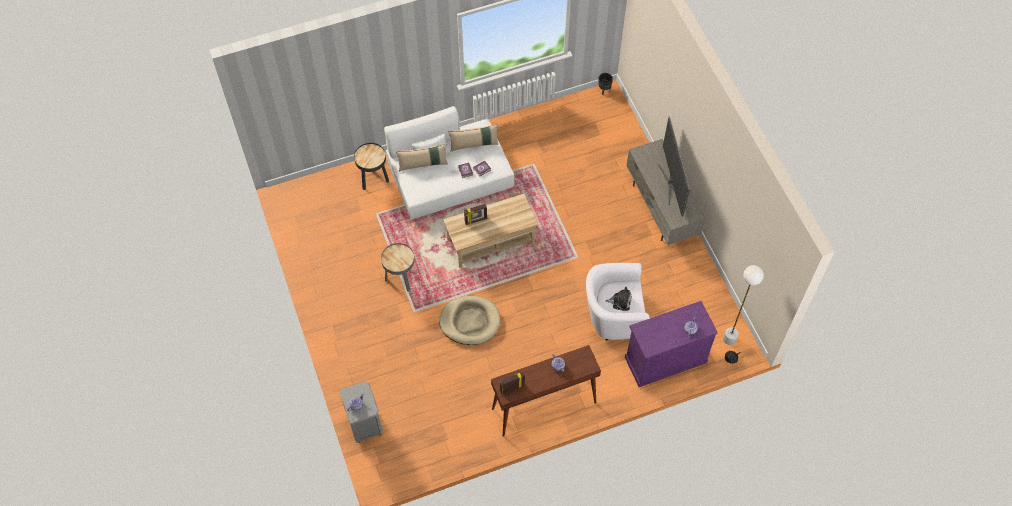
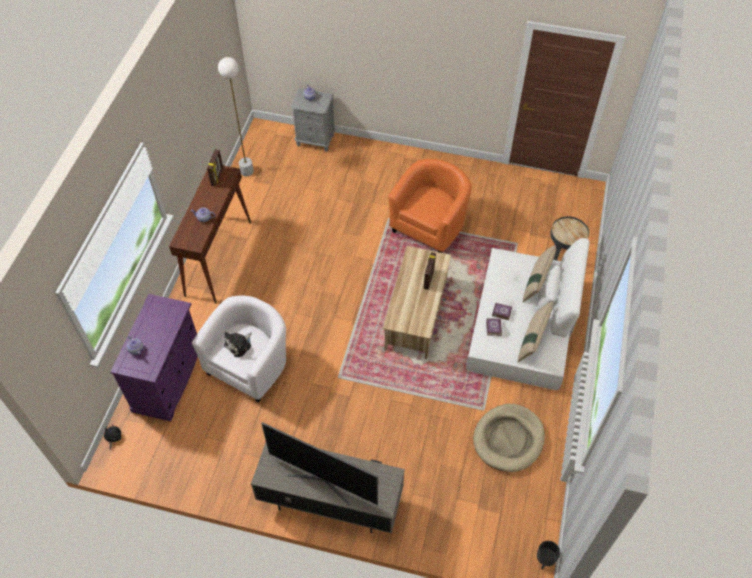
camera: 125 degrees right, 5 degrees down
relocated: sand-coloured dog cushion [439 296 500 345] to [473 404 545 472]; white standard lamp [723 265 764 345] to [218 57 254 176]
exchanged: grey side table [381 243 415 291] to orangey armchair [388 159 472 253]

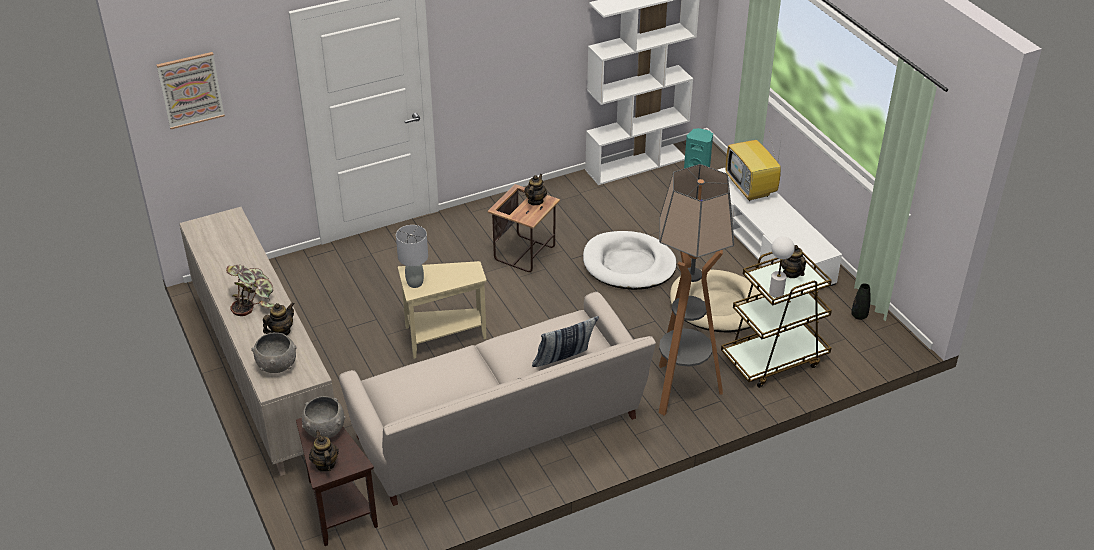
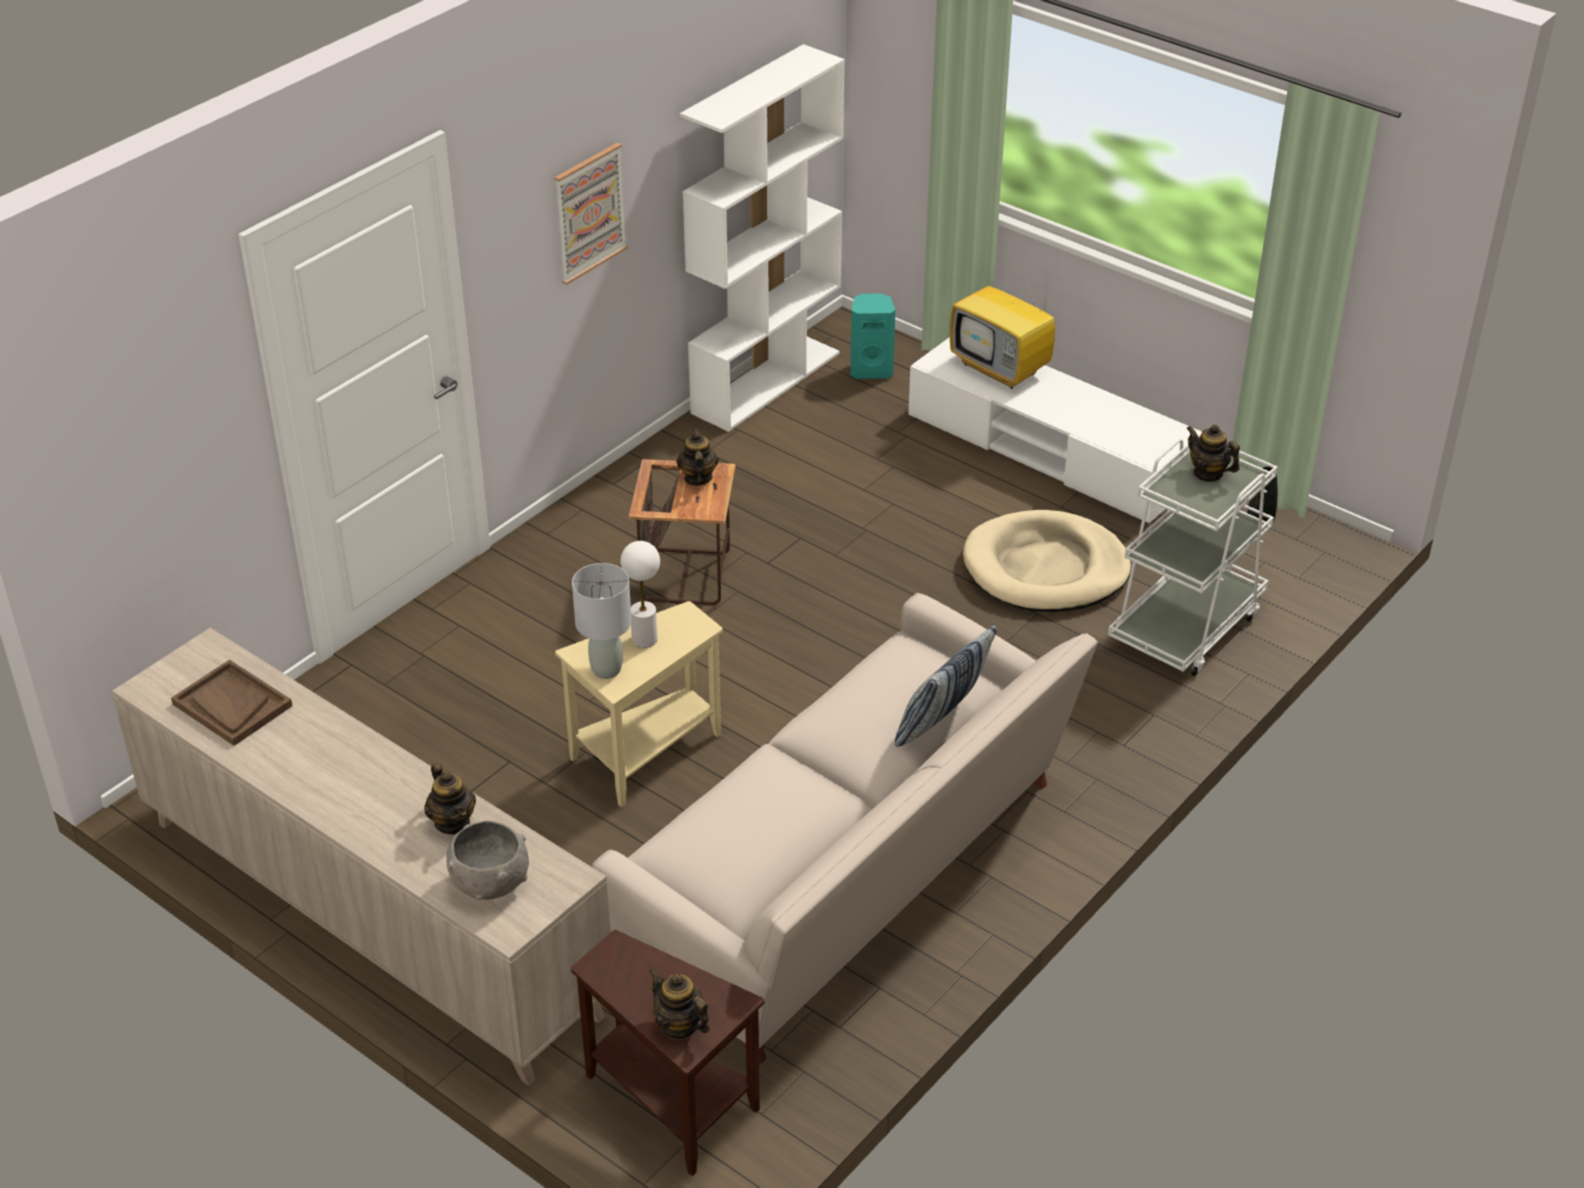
camera: 25 degrees left, 0 degrees up
missing: potted plant [226 265 275 316]; grey bowl [302 396 345 438]; white dog cushion [583 231 677 290]; standard lamp [659 164 734 416]
appeared: brown serving tray [171 660 292 746]
relocated: wall picture [157 52 225 129] to [554 143 627 285]; white tabletop lamp [769 236 795 298] to [621 541 660 648]
colour: brown trolley [721 251 832 388] to white trolley [1108 434 1278 676]
spun: pot for tea [263 302 294 336] = [424 762 476 835] 135 degrees clockwise

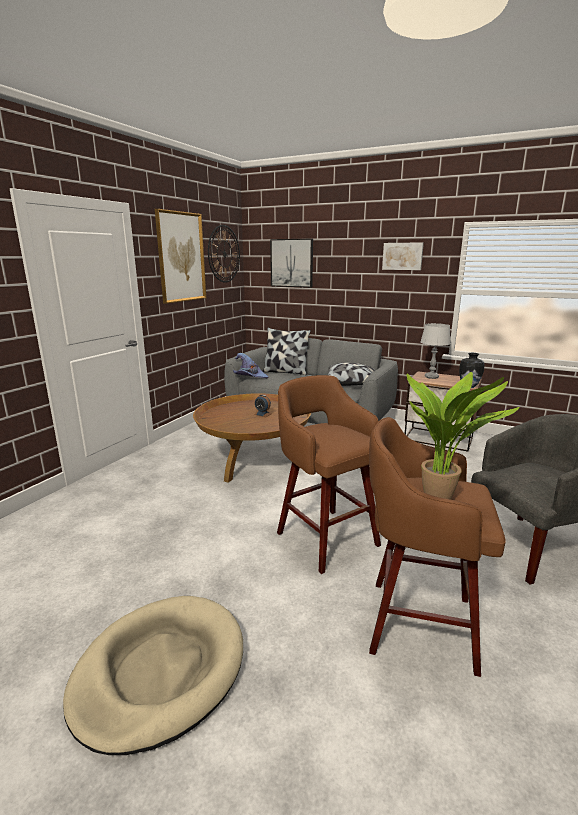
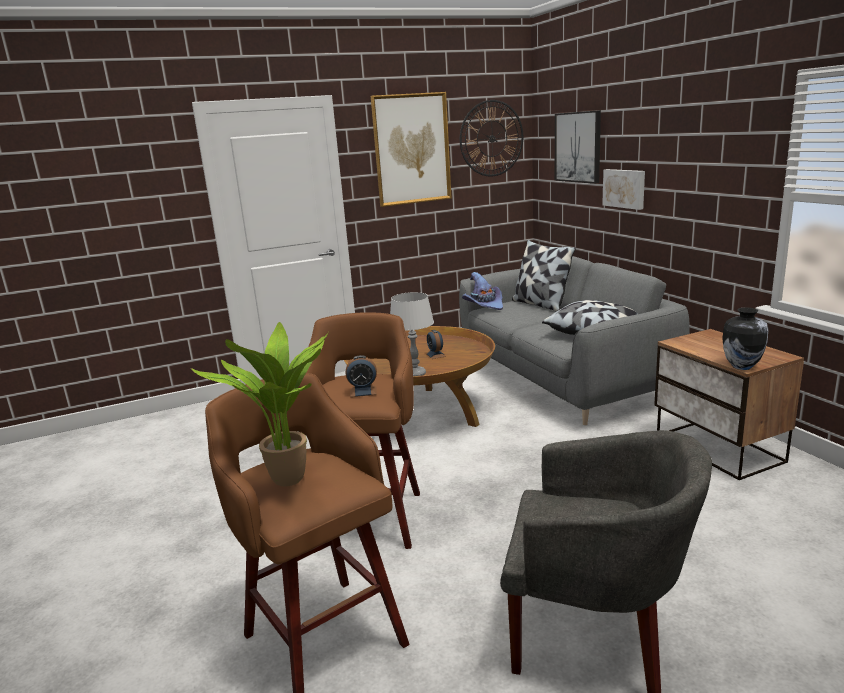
camera: 40 degrees right, 0 degrees up
missing: sand-coloured dog cushion [63 596 243 755]
appeared: bedside clock [346 355 377 397]
relocated: wall picture [382 242 424 270] to [602 169 645 210]; grey tabletop lamp [420 323 451 379] to [390 292 434 376]

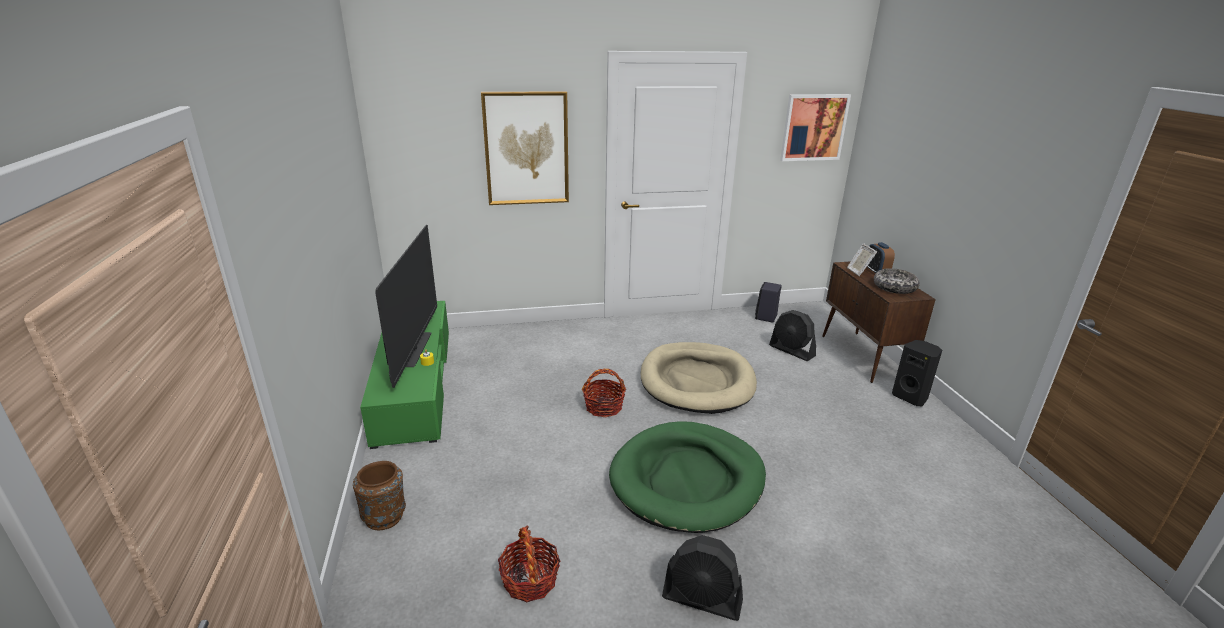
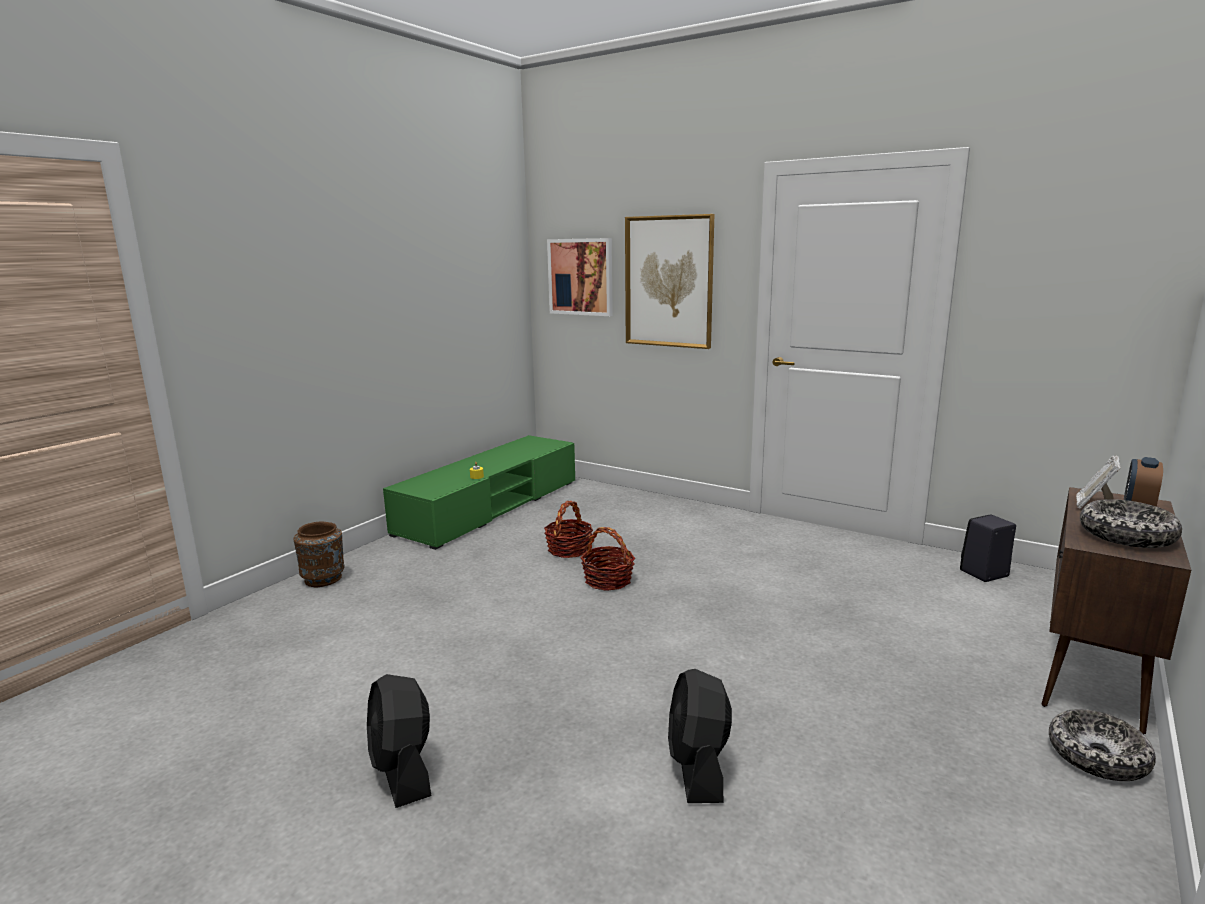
camera: 45 degrees right, 10 degrees down
missing: television [375 225 437 388]; green dog cushion [609 421 766 533]; sand-coloured dog cushion [641 342 757 414]
relocated: household basket [498 525 560 602] to [544 501 593 558]; blackish cooling fan [769 310 816 361] to [668 669 732 803]; wall picture [780 94 851 161] to [547 238 613 316]
exchanged: blackish speaker [892 340 942 406] to bowl [1049 709 1156 781]

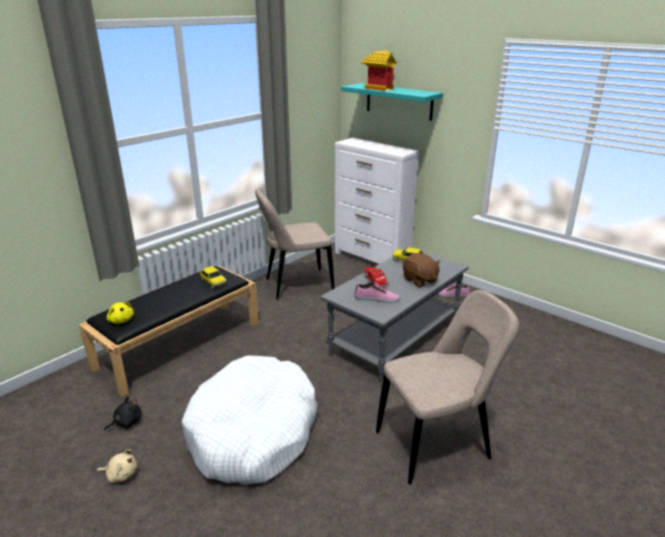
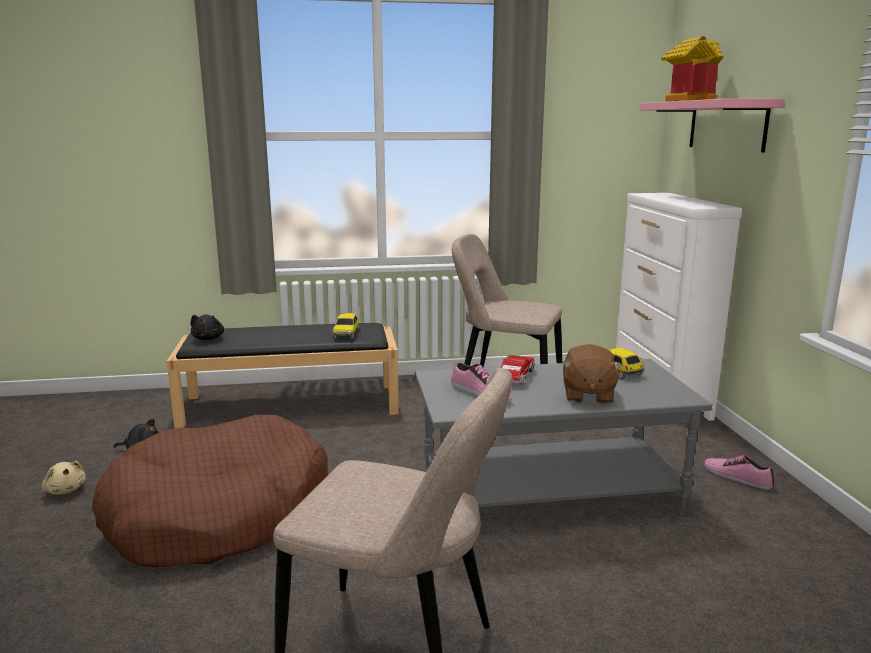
camera: 40 degrees right, 10 degrees down
colour: yellow-coloured plush toy [107 302 134 324] to blackish plush toy [191 315 224 340]; white dog cushion [182 355 317 485] to brown dog cushion [92 415 328 567]; turquoise wall shelf [341 83 443 121] to pink-coloured wall shelf [640 98 784 152]

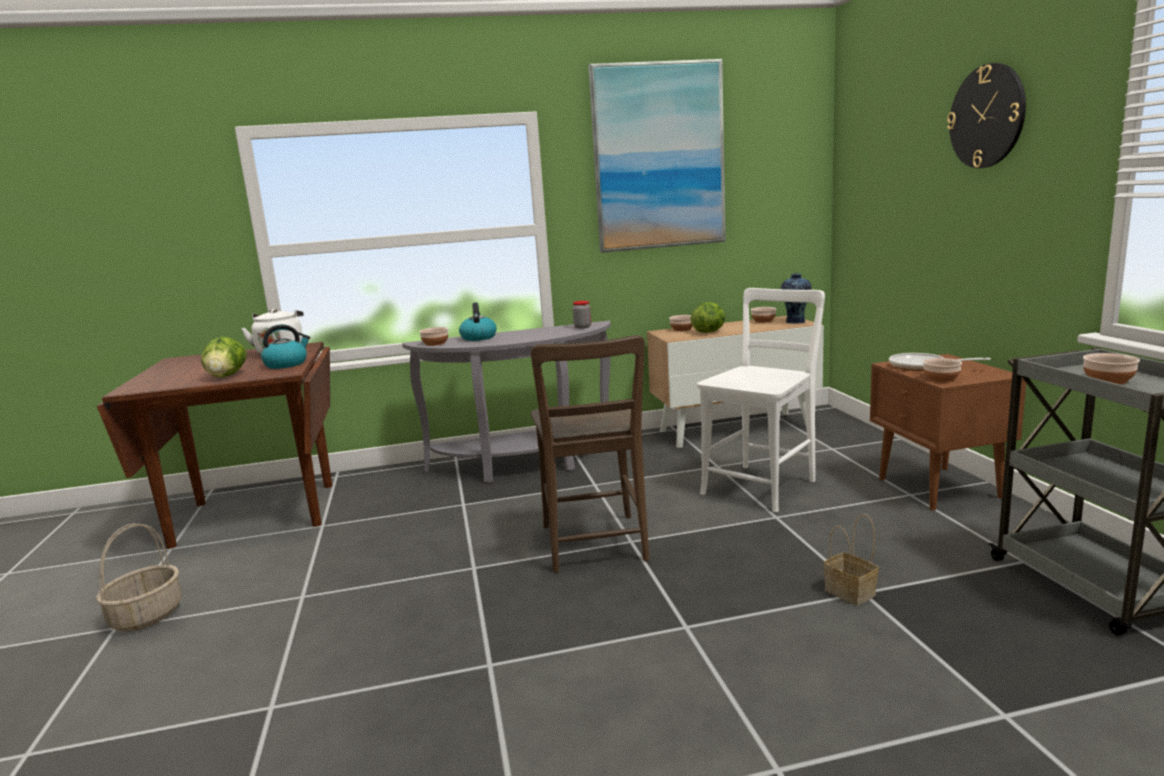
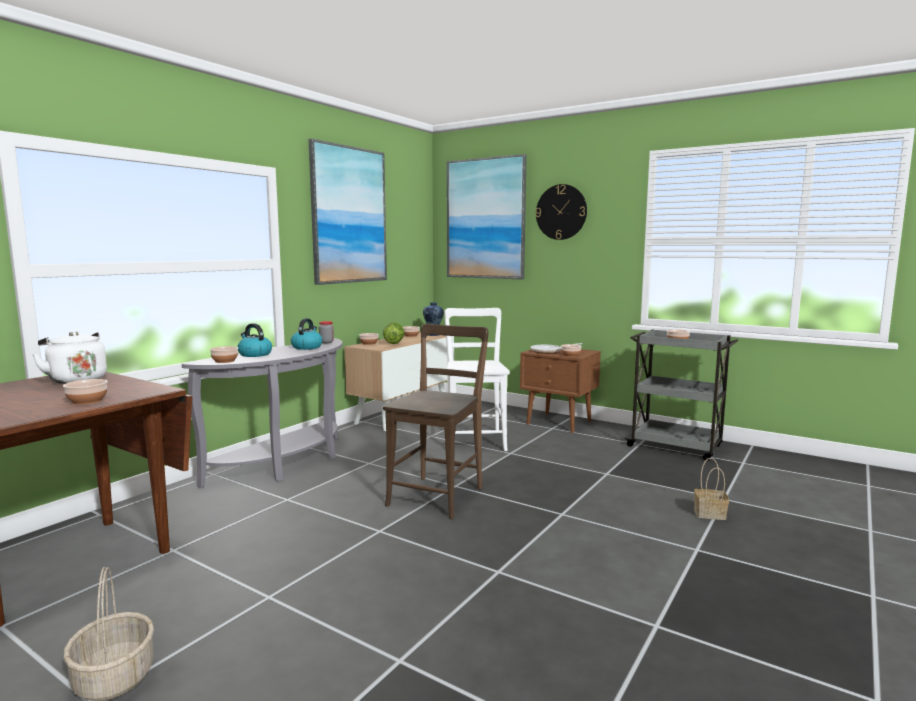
camera: 45 degrees left, 5 degrees down
appeared: wall picture [447 154 527 279]
relocated: tea kettle [261 324 310 369] to [291 318 323 350]; household basket [824 514 879 605] to [694 458 729 520]
exchanged: head of lettuce [201 336 247 378] to bowl [63 379 108 405]
spun: brown plain chair [531 335 649 573] = [383 324 489 519] 105 degrees counterclockwise

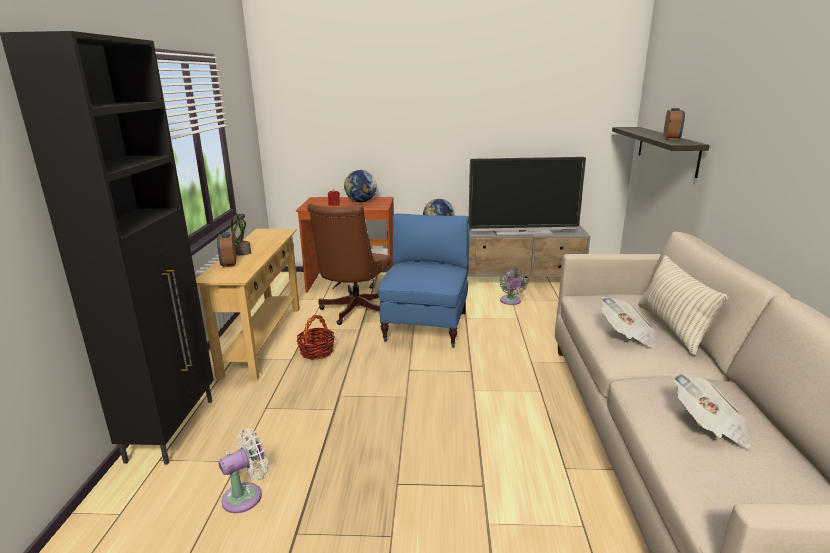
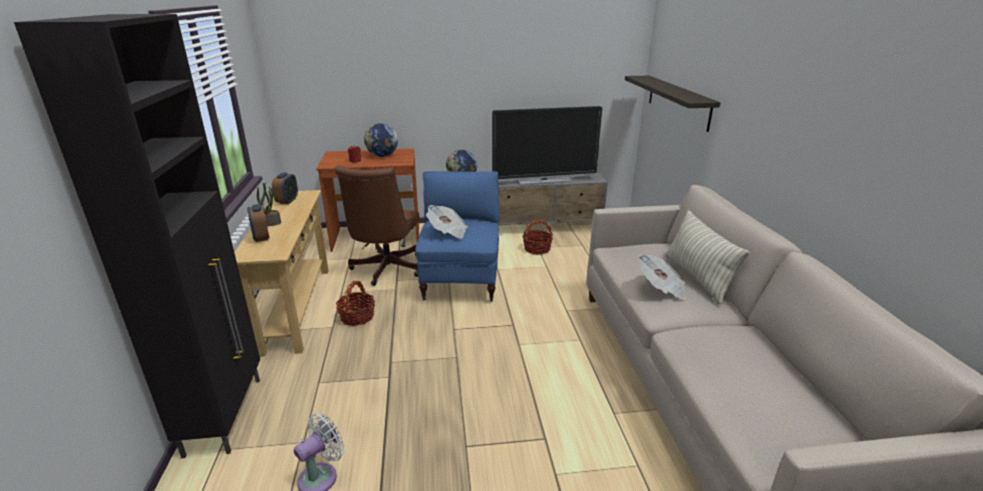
camera: 10 degrees left, 5 degrees up
relocated: bedside clock [663 108 685 140] to [272 172 298 204]; daily paper [673 373 751 449] to [426 205 468 239]
exchanged: grey cooling fan [500 268 528 305] to household basket [522 220 553 255]

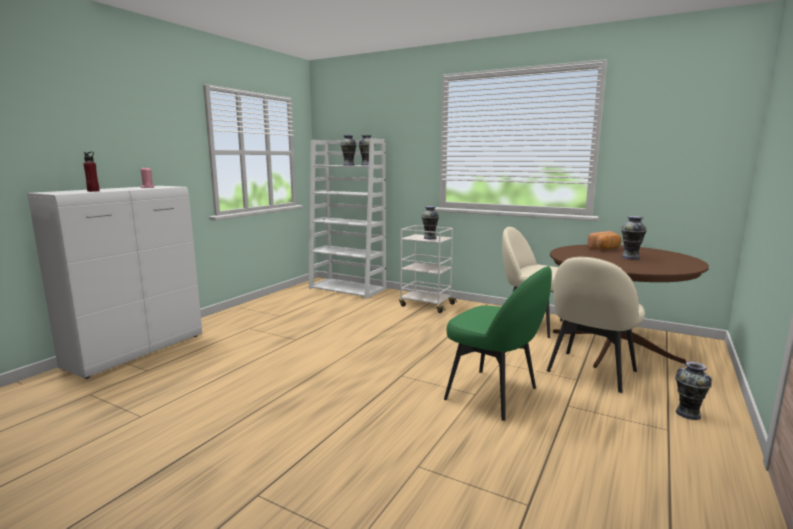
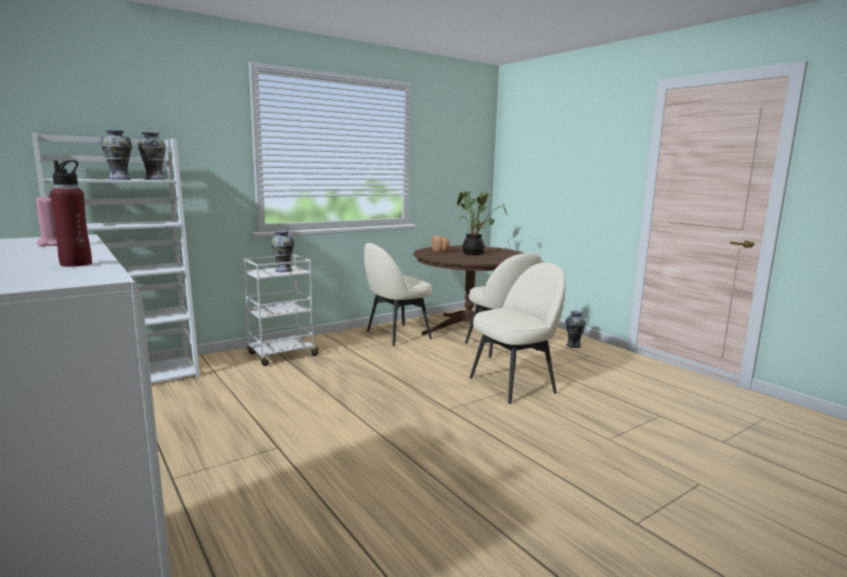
camera: 65 degrees left, 0 degrees up
exchanged: vase [621 216 647 260] to potted plant [457 191 507 255]
colour: green plain chair [444 266 552 421] to sand-coloured plain chair [470 262 566 404]

